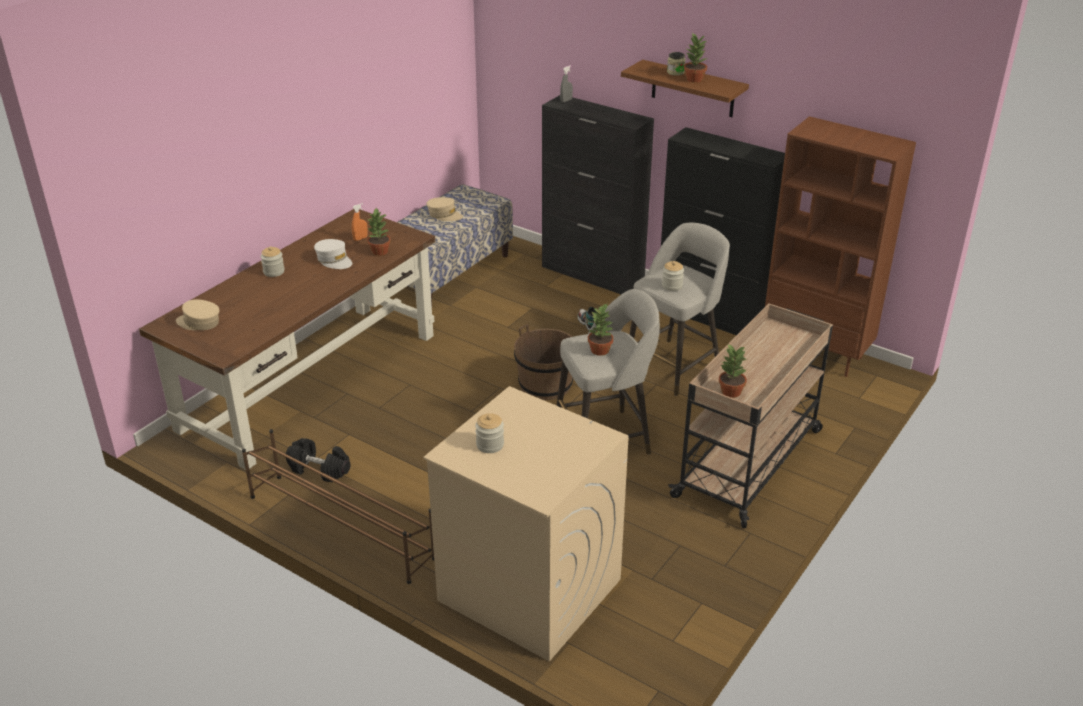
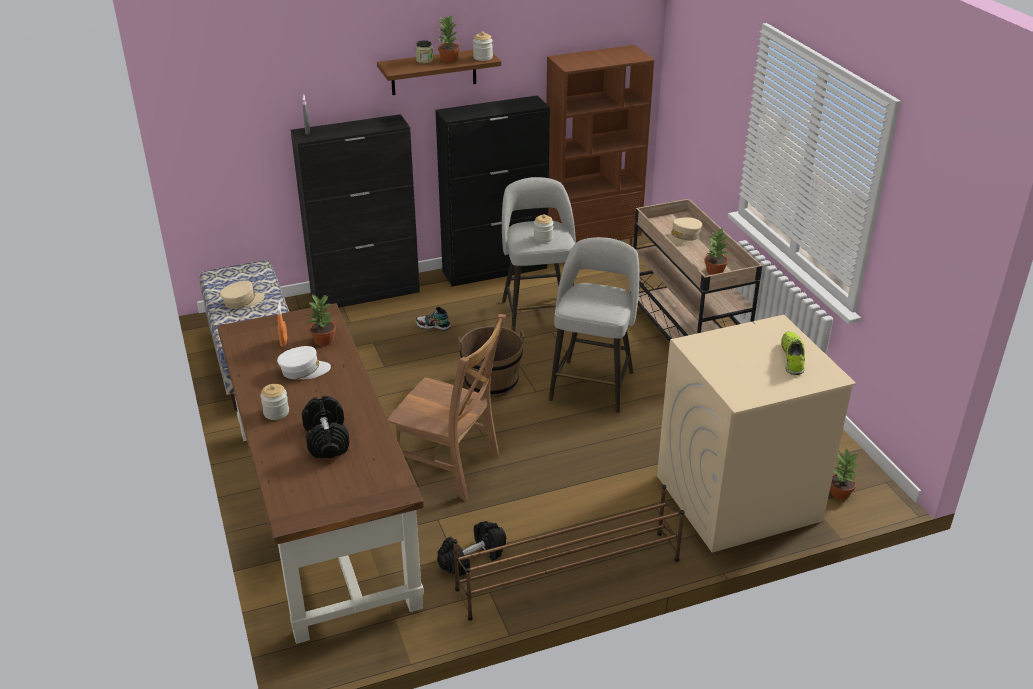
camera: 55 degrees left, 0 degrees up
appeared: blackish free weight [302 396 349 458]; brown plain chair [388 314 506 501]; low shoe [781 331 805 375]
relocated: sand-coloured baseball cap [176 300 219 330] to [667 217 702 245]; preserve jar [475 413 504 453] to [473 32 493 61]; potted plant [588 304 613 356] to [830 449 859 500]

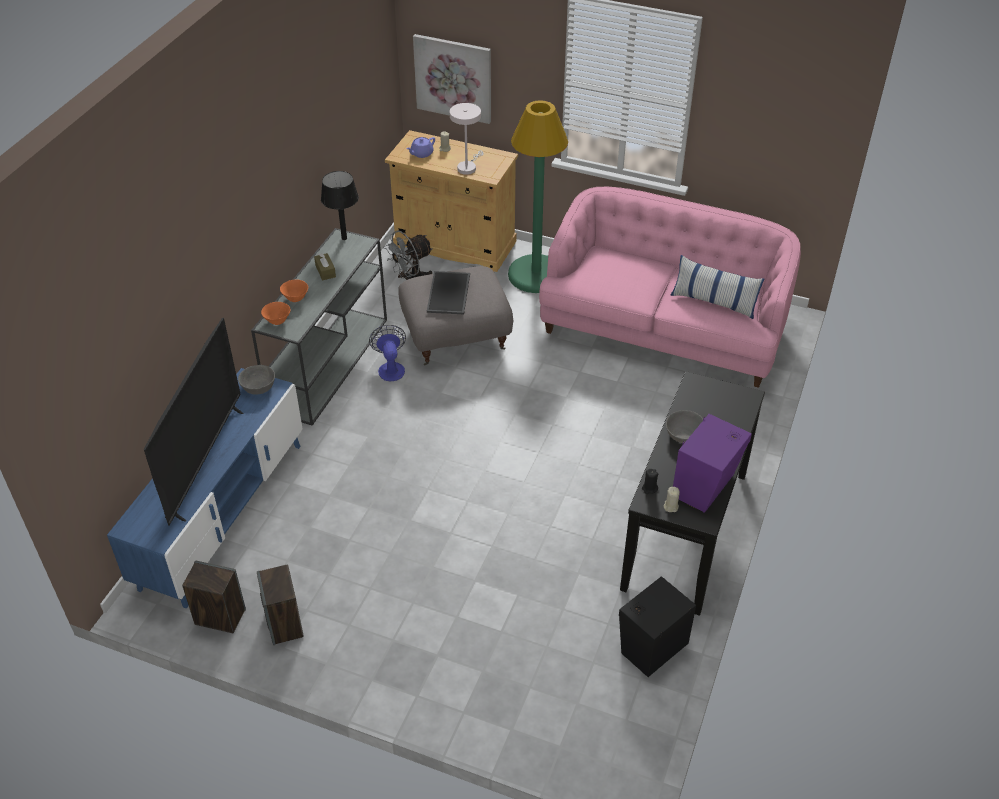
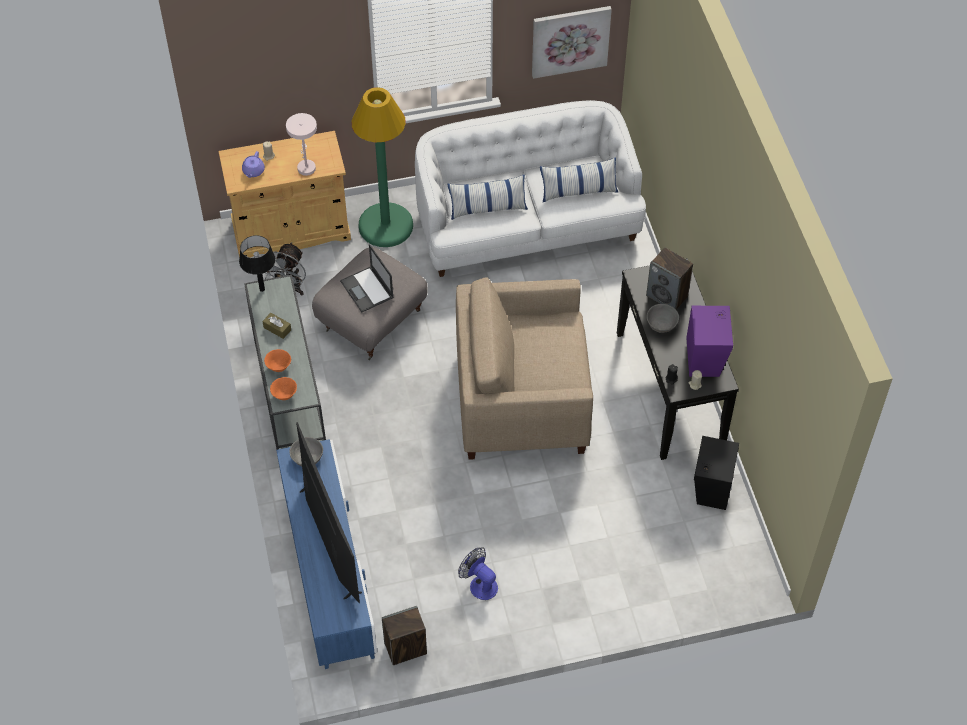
camera: 35 degrees left, 10 degrees up
appeared: cushion [447 175 528 220]; sand-coloured armchair [456 277 593 460]
relocated: speaker [257 564 304 645] to [646 247 693 310]; cooling fan [369 325 406 381] to [458 547 498 600]; wall picture [413 34 491 124] to [532 6 612 79]
exchanged: serving tray [427 271 470 314] to portable computer [340 244 394 312]
colour: pink-coloured settee [539 187 801 388] to white settee [415 100 646 277]

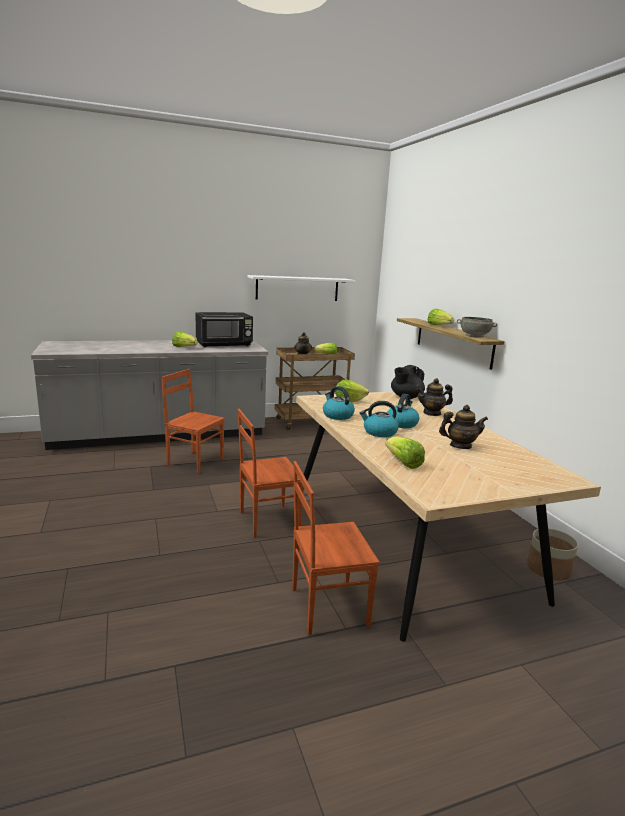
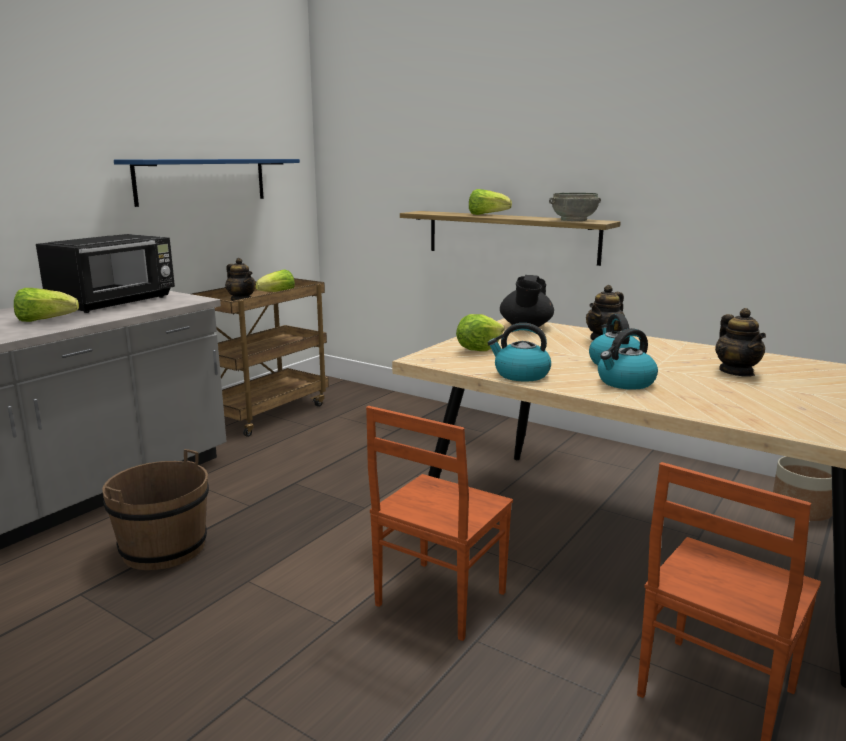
camera: 35 degrees left, 0 degrees up
missing: head of lettuce [386 436 425 469]
exchanged: brown plain chair [162 369 225 474] to brown bucket [102 449 209 570]
colour: white wall shelf [247 275 355 301] to blue wall shelf [114 159 300 207]
spun: pot for tea [439 405 488 449] = [715 308 766 377] 120 degrees clockwise

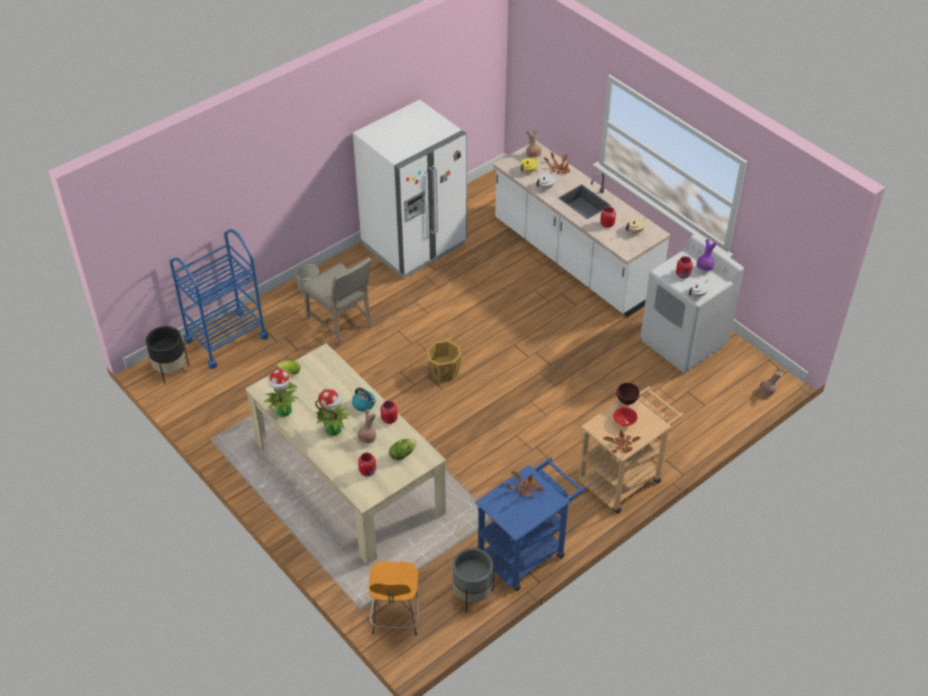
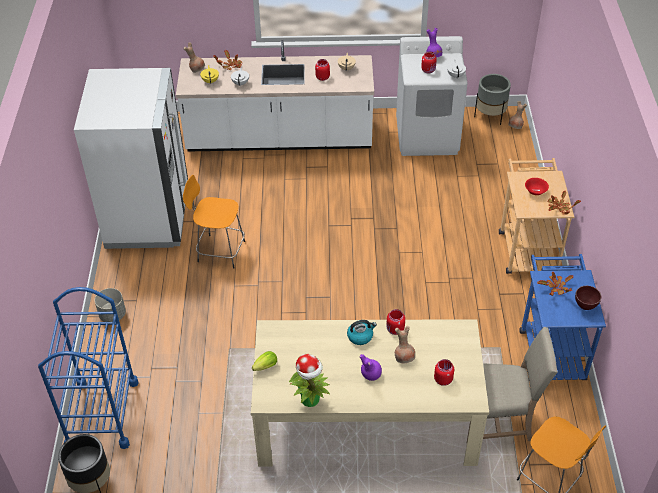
camera: 50 degrees left, 0 degrees up
missing: head of lettuce [389 439 416 460]; orangey bucket [426 340 462 382]
appeared: orangey stool [183 175 245 268]
relocated: sand-coloured plain chair [302 257 373 345] to [467 327 558 441]; grey planter [453 548 494 612] to [474 74 511 125]; brown bowl [617 383 640 405] to [575 286 601 310]
exchanged: potted plant [315 389 351 436] to purple vase [359 354 382 381]

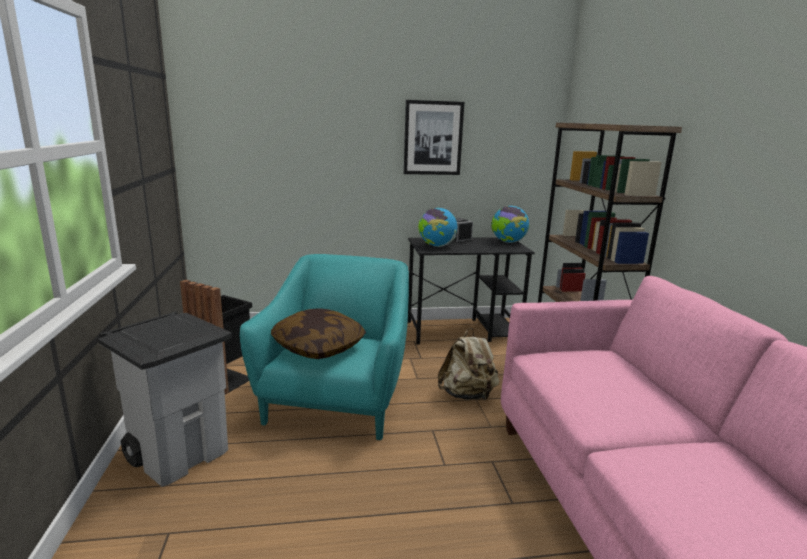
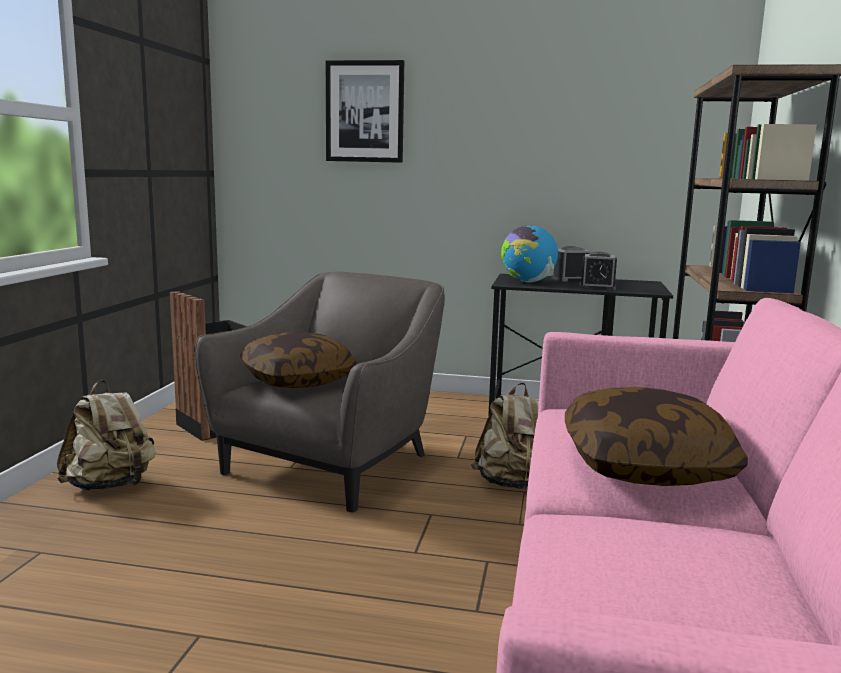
camera: 20 degrees right, 5 degrees down
missing: world globe [491 206 529 243]
appeared: cushion [565 387 748 486]; bedside clock [579 252 617 290]
relocated: wall picture [404 100 464 175] to [326 60 404 163]
exchanged: grey trash can [98 312 232 487] to sand-coloured knapsack [57 380 156 491]
colour: turquoise armchair [240 254 409 440] to grey armchair [195 272 445 512]

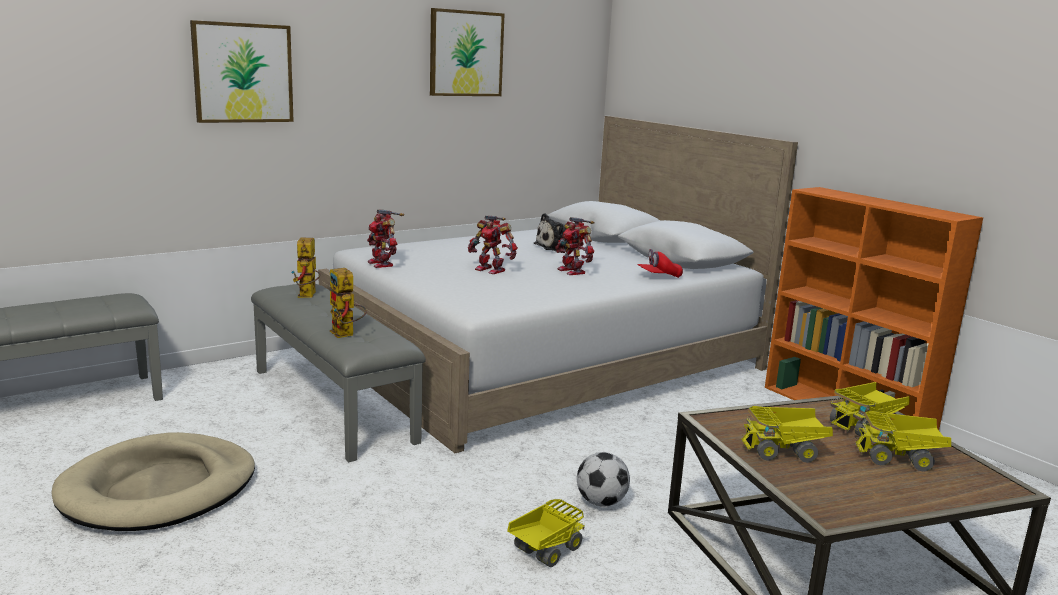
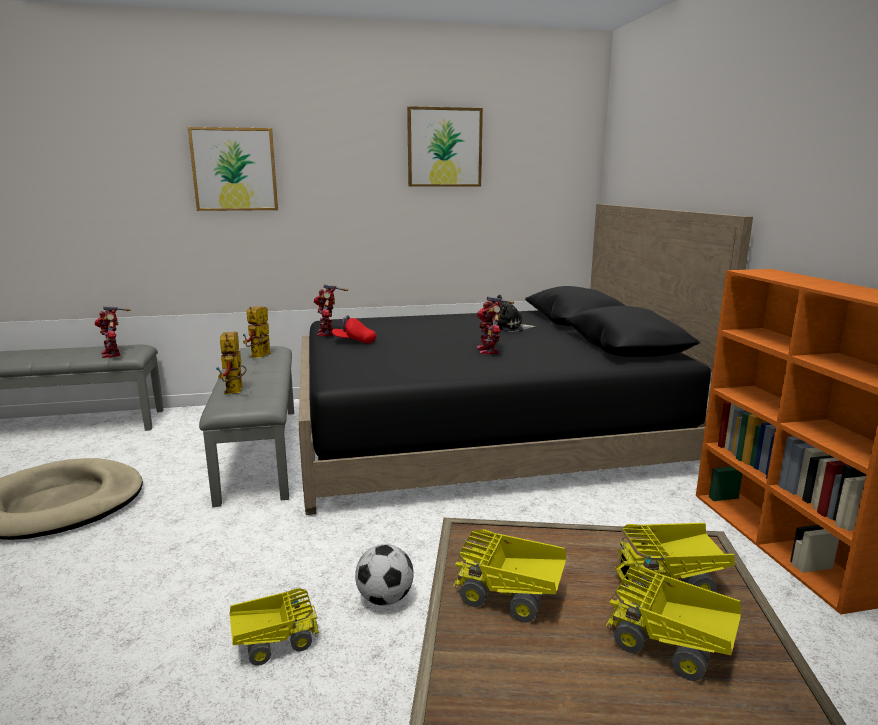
camera: 25 degrees right, 0 degrees up
relocated: model robot [468 216 518 274] to [95 306 131 358]; reddish baseball cap [637 249 683 278] to [332 315 376 344]
colour: white sleeping bed [318 116 798 453] to blackish sleeping bed [299 204 753 515]

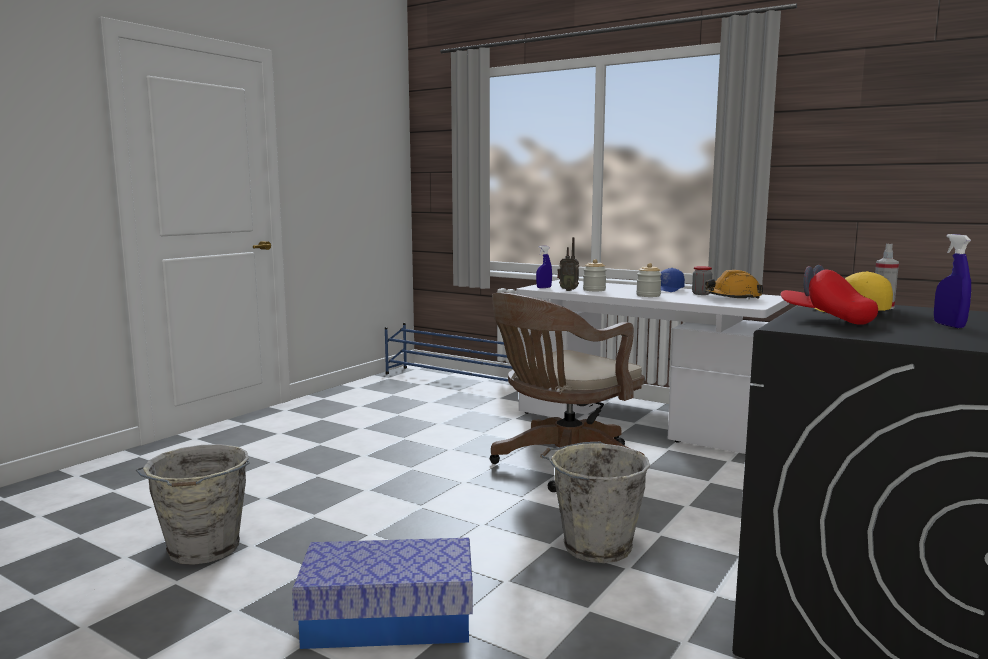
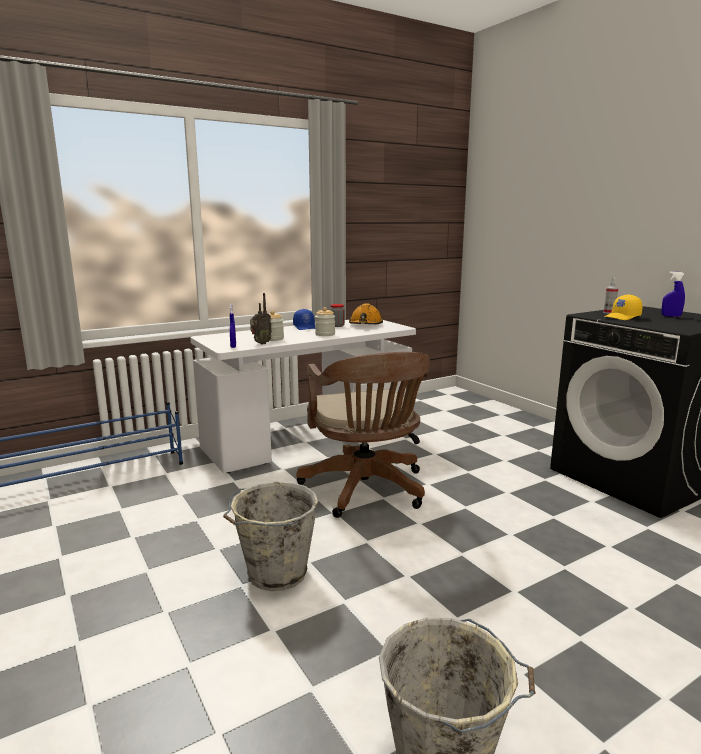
camera: 65 degrees left, 5 degrees up
missing: storage bin [292 538 473 649]; reddish baseball cap [781 265 878 325]
relocated: grey bucket [540 442 650 563] to [223 482 318 591]

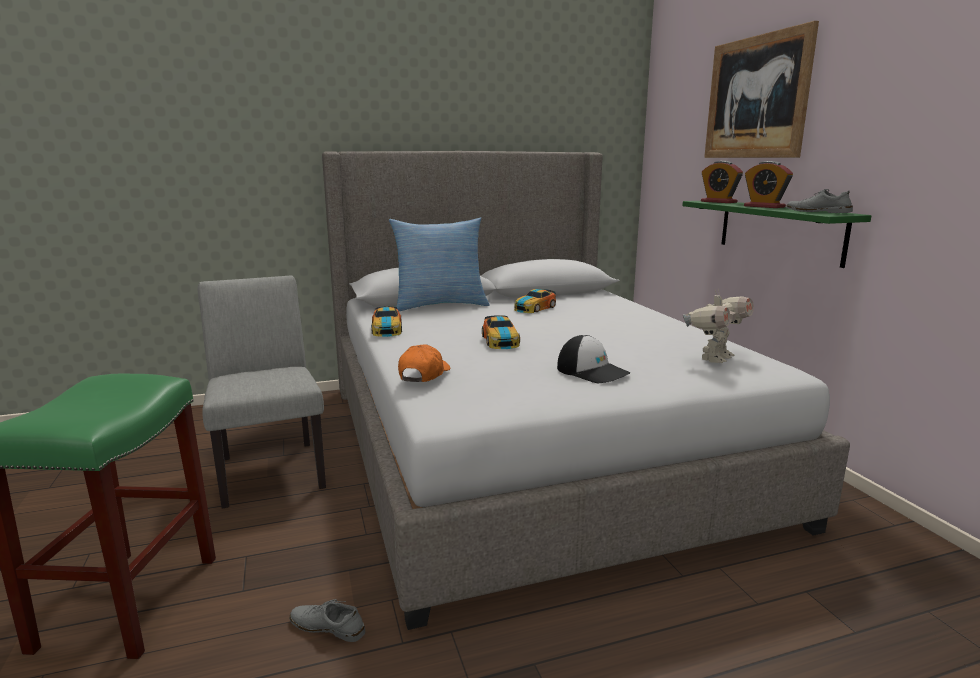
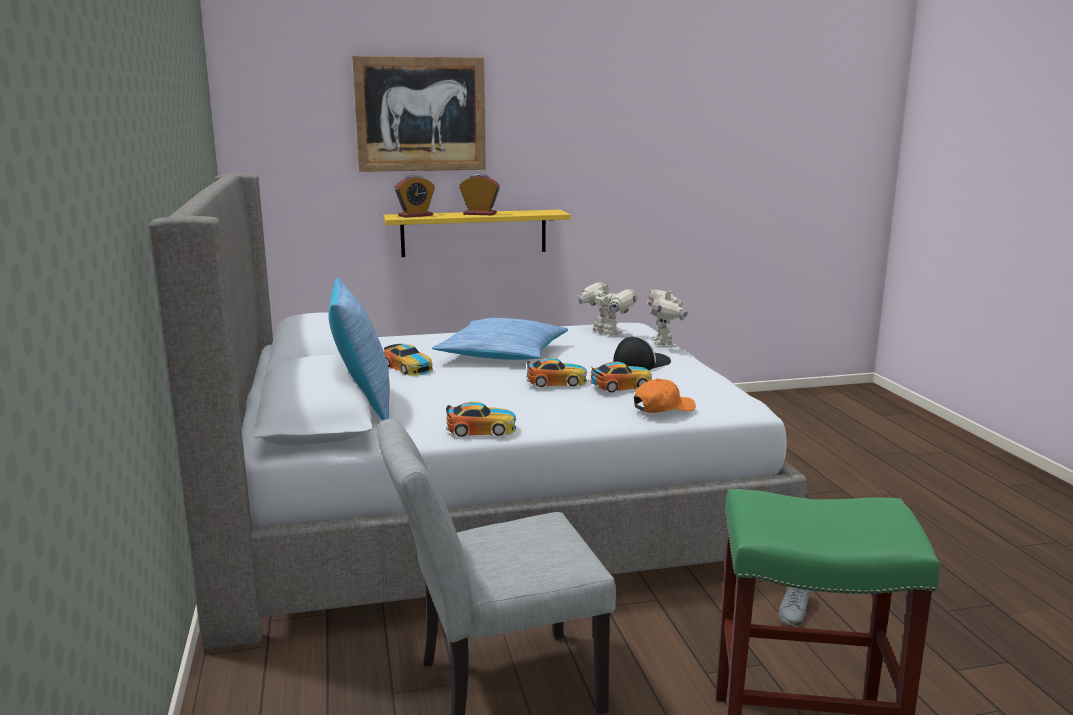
camera: 85 degrees left, 0 degrees up
missing: grey low shoe [786 189 853 213]
appeared: cushion [432 318 568 360]; model car [590 362 652 392]; model robot [647 286 688 346]
colour: green wall shelf [682 201 872 268] to yellow-coloured wall shelf [383 210 571 257]
spun: orangey baseball cap [398 344 450 382] = [634 378 696 413] 135 degrees clockwise; bedside clock [744 161 793 208] = [459 174 500 215] 135 degrees counterclockwise

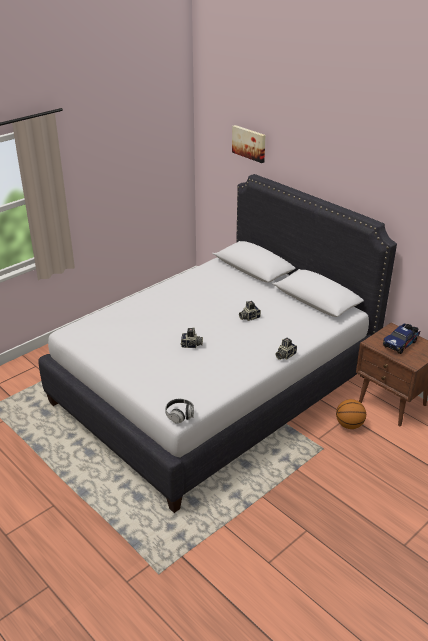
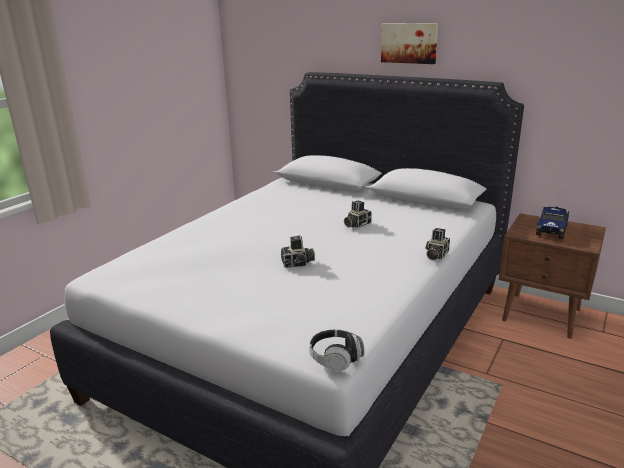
camera: 15 degrees left, 10 degrees down
missing: basketball ball [336 399 366 429]
relocated: wall picture [232 125 266 163] to [381 23 438 64]

